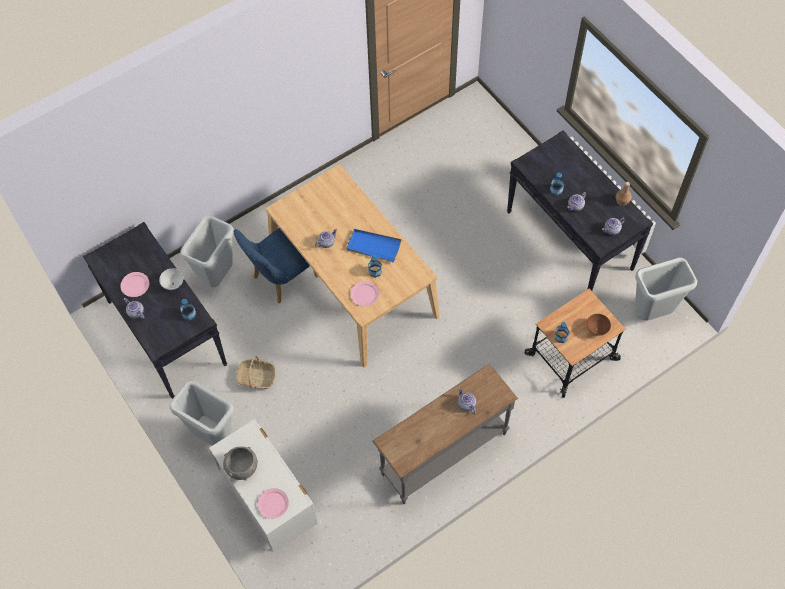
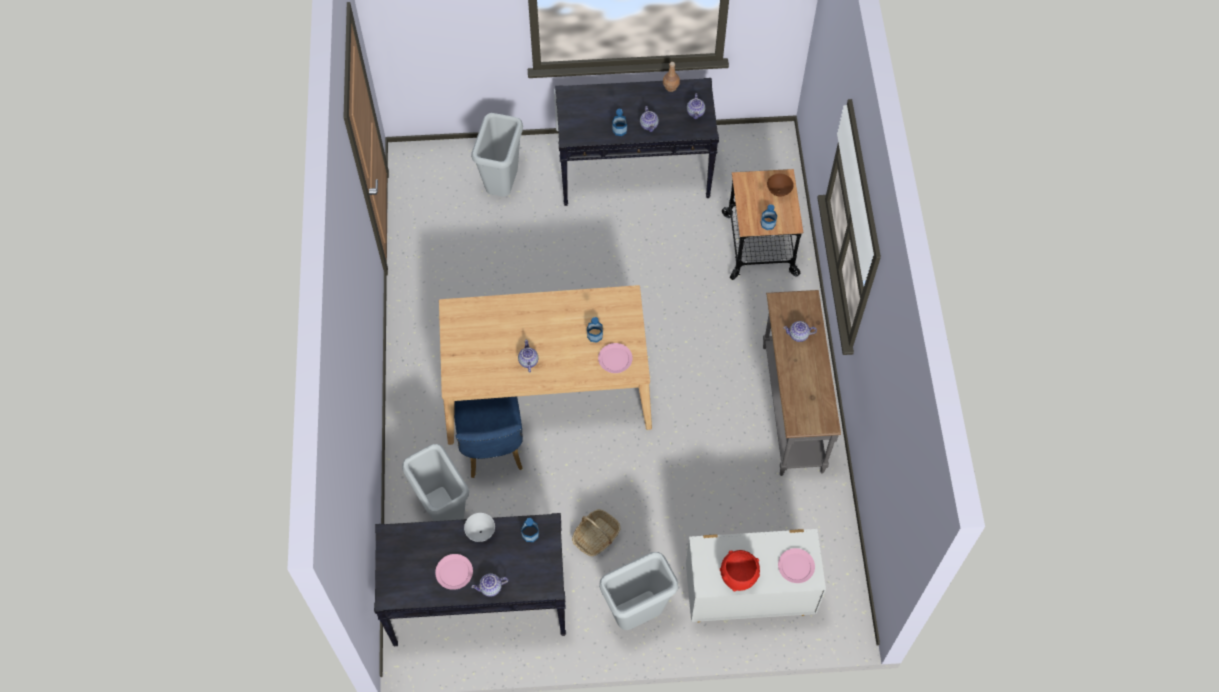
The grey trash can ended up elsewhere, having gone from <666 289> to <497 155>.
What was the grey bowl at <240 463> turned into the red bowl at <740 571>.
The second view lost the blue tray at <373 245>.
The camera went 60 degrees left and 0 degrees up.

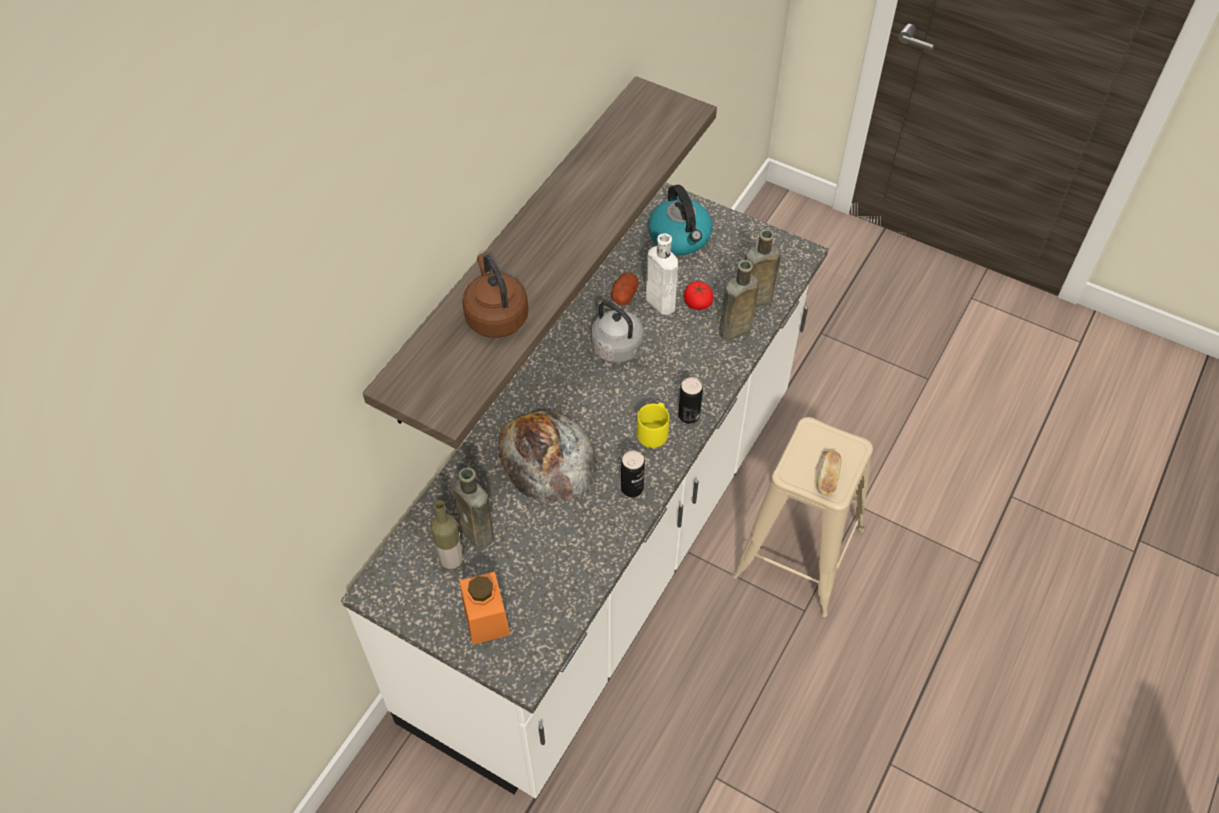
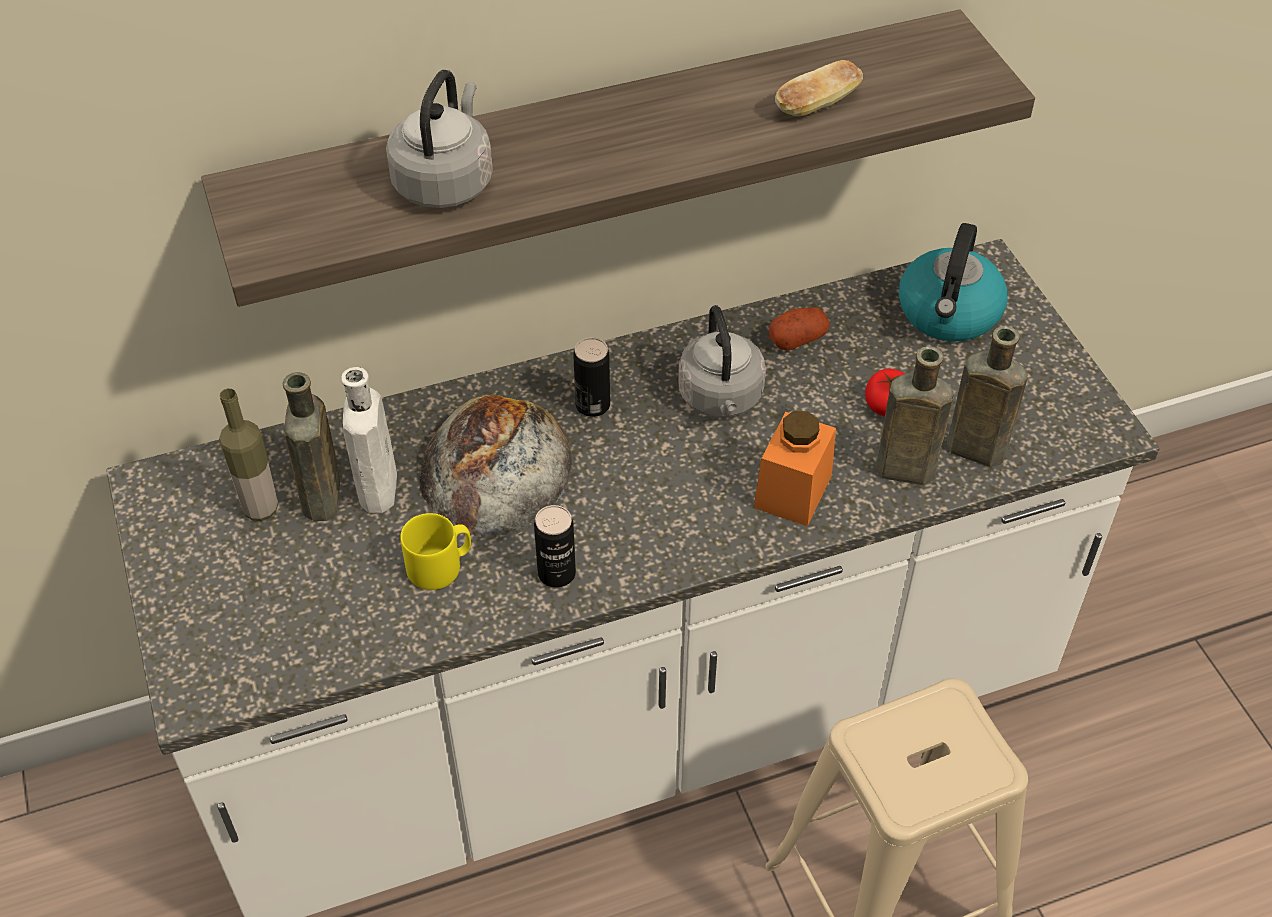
The white bottle ended up elsewhere, having gone from <662 274> to <369 440>.
What was the brown kettle at <495 296> turned into the grey kettle at <439 139>.
The yellow mug ended up elsewhere, having gone from <653 425> to <435 551>.
The can ended up elsewhere, having gone from <690 400> to <591 377>.
The orange jar ended up elsewhere, having gone from <484 608> to <795 469>.
The bread ended up elsewhere, having gone from <829 473> to <819 88>.
The camera went 40 degrees right and 5 degrees down.

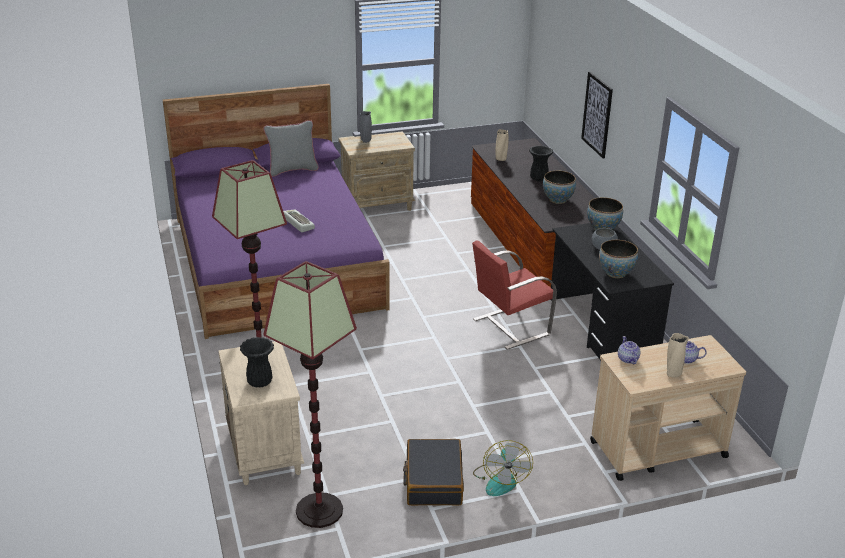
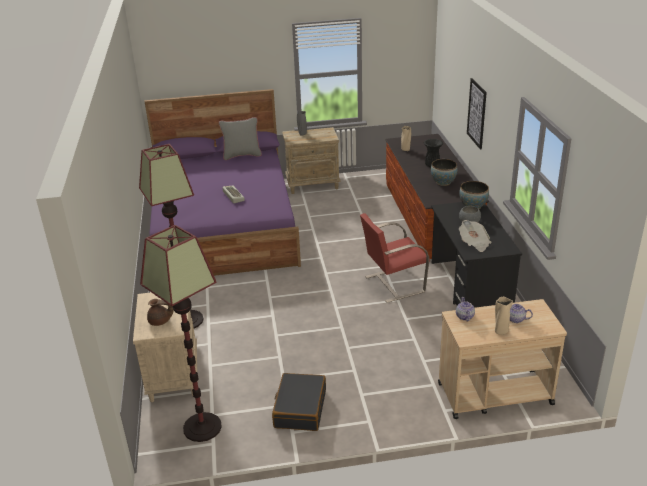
Where the black vase stood at <257 362>, the brown teapot came to stand at <160 312>.
Where the bowl stood at <618 259>, the newspaper came to stand at <475 236>.
The second view lost the fan at <503 468>.
The camera went 10 degrees right and 0 degrees up.

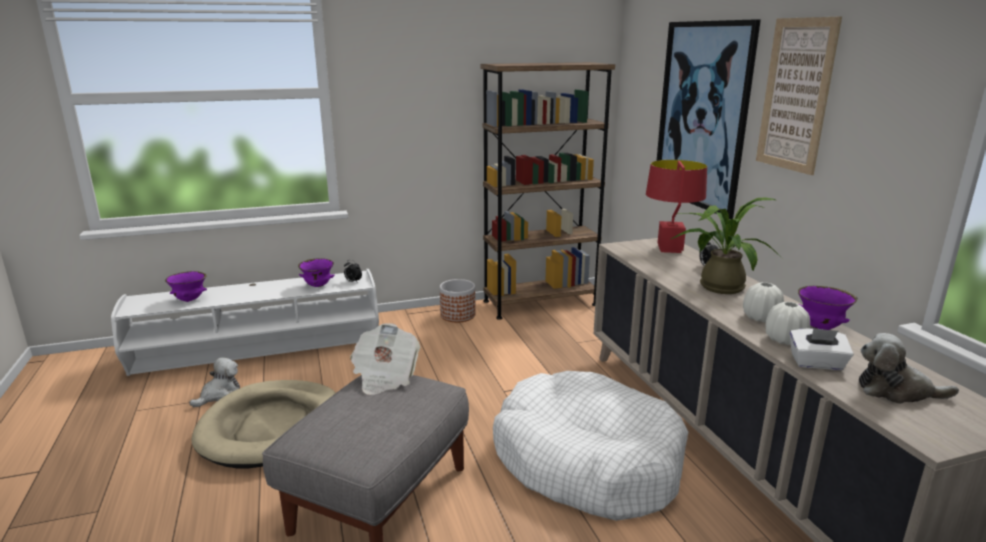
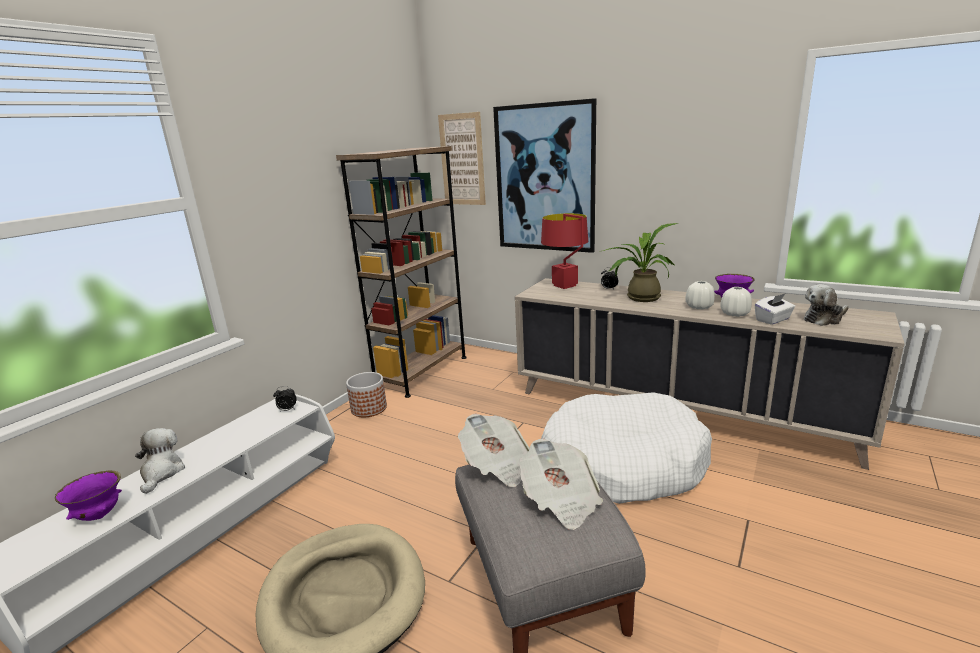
The plush toy ended up elsewhere, having gone from <215 382> to <160 461>.
The picture ended up elsewhere, having gone from <799 95> to <462 158>.
The second view gained the newspaper at <561 484>.
The second view lost the purple bowl at <316 272>.
The camera went 40 degrees left and 0 degrees up.

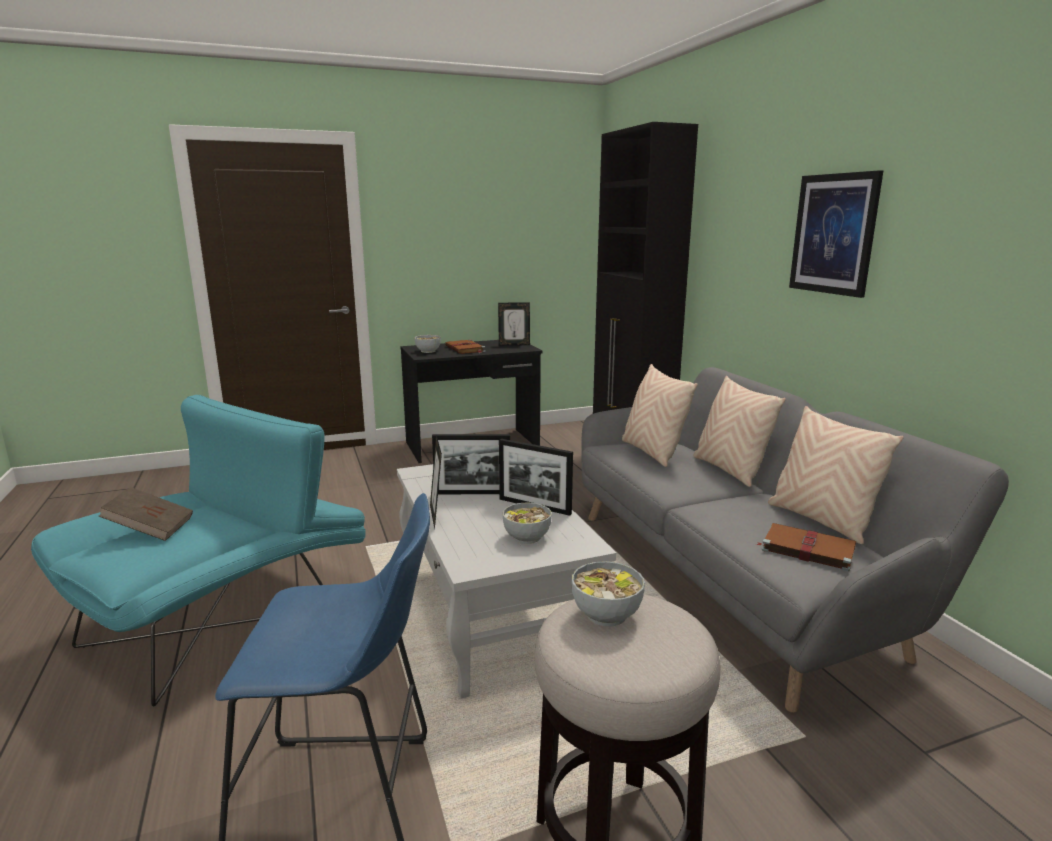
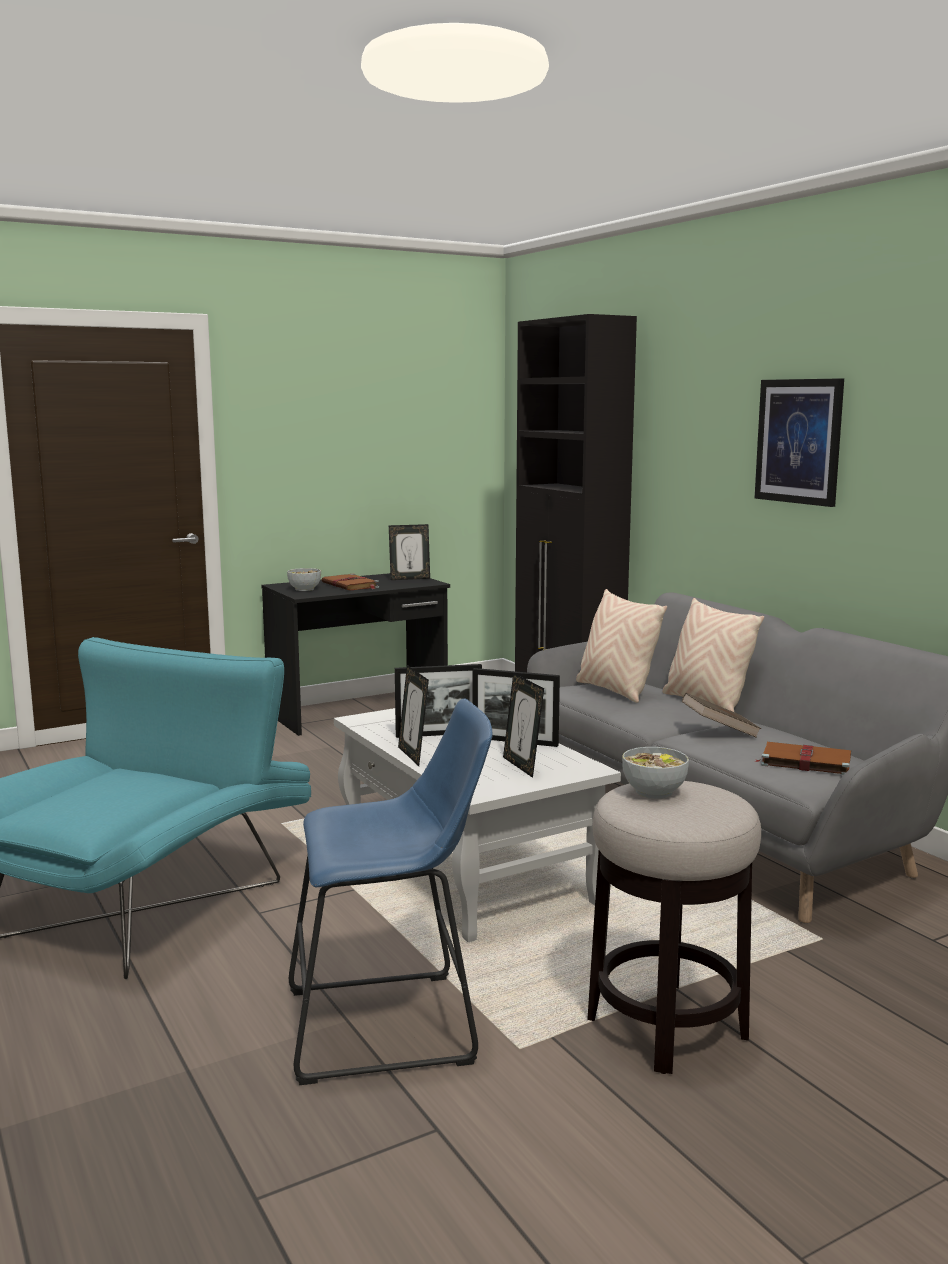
Where the bowl stood at <527 523>, the picture frame came to stand at <523 725>.
The brown book ended up elsewhere, having gone from <146 514> to <721 715>.
The second view lost the beige pillow at <836 475>.
The camera went 10 degrees left and 5 degrees down.

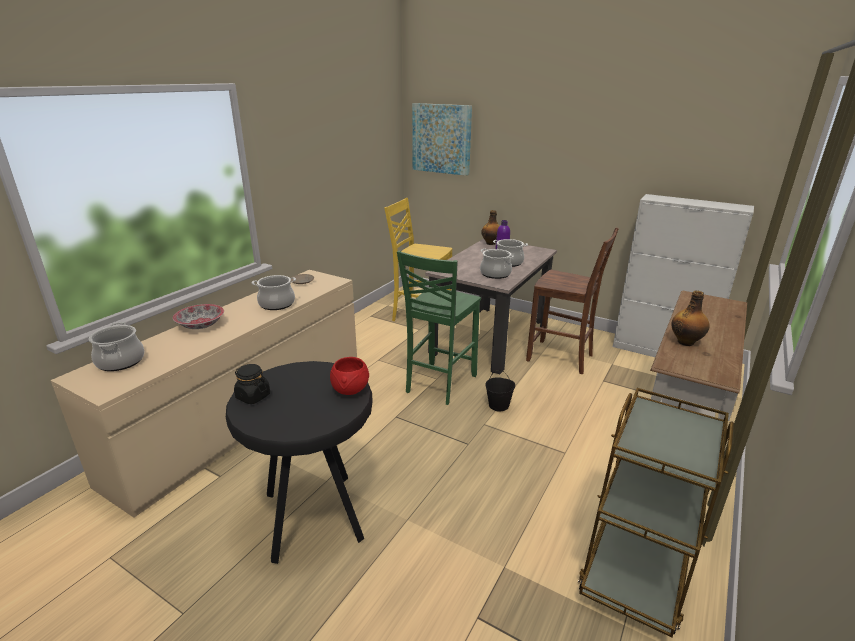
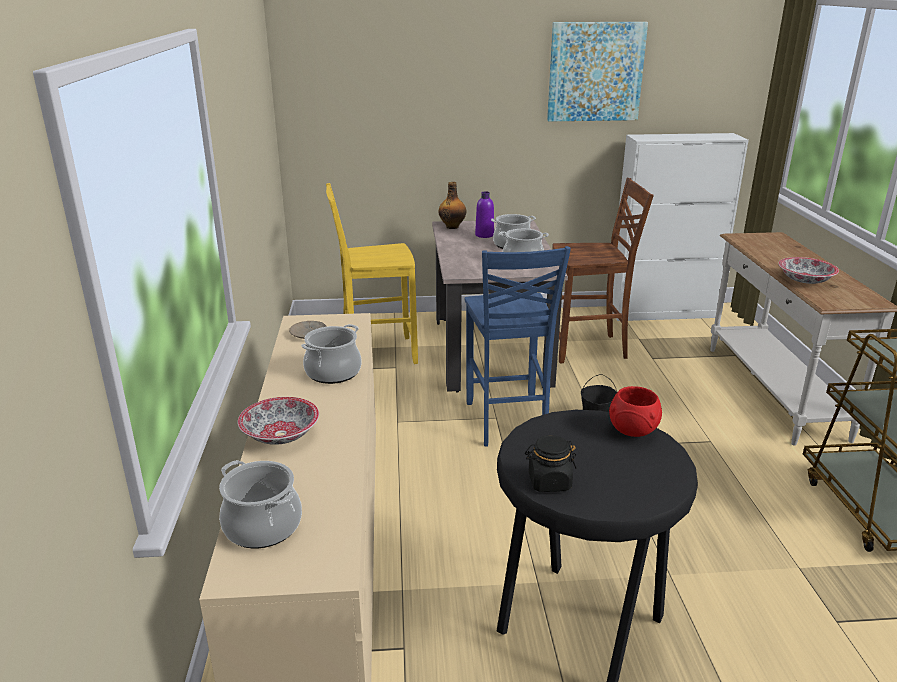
What was the green chair at <439 328> turned into the blue chair at <518 346>.
The picture ended up elsewhere, having gone from <442 139> to <597 71>.
Where the bottle stood at <690 318>, the bowl came to stand at <808 270>.
The camera went 35 degrees left and 0 degrees up.

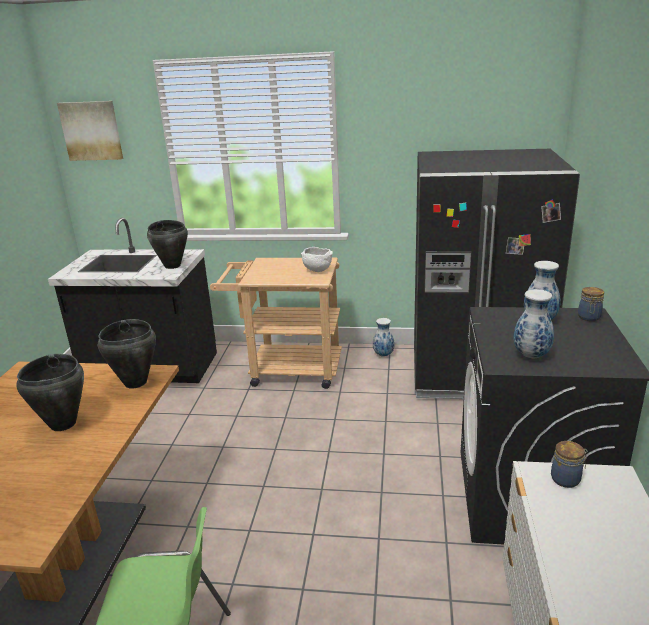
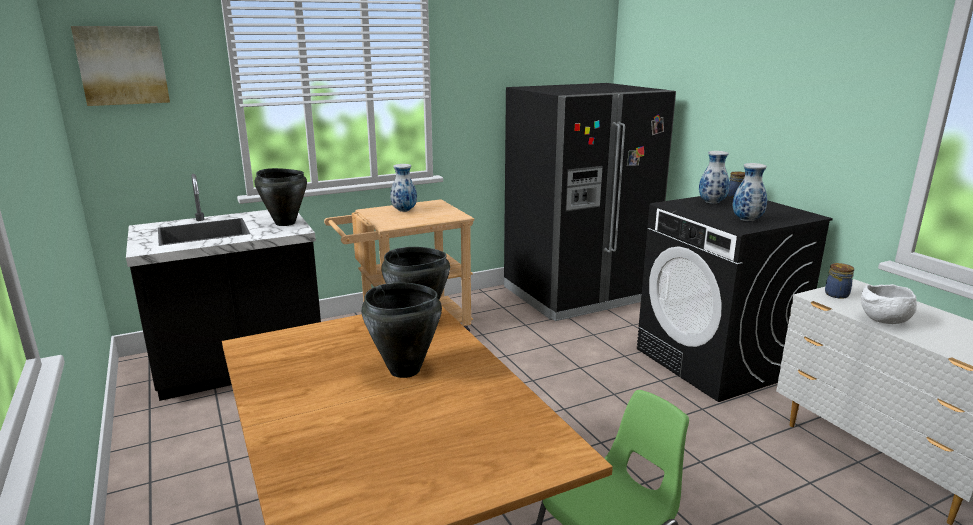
The vase ended up elsewhere, having gone from <384 337> to <403 188>.
The white bowl ended up elsewhere, having gone from <317 259> to <889 304>.
The camera went 35 degrees left and 5 degrees down.

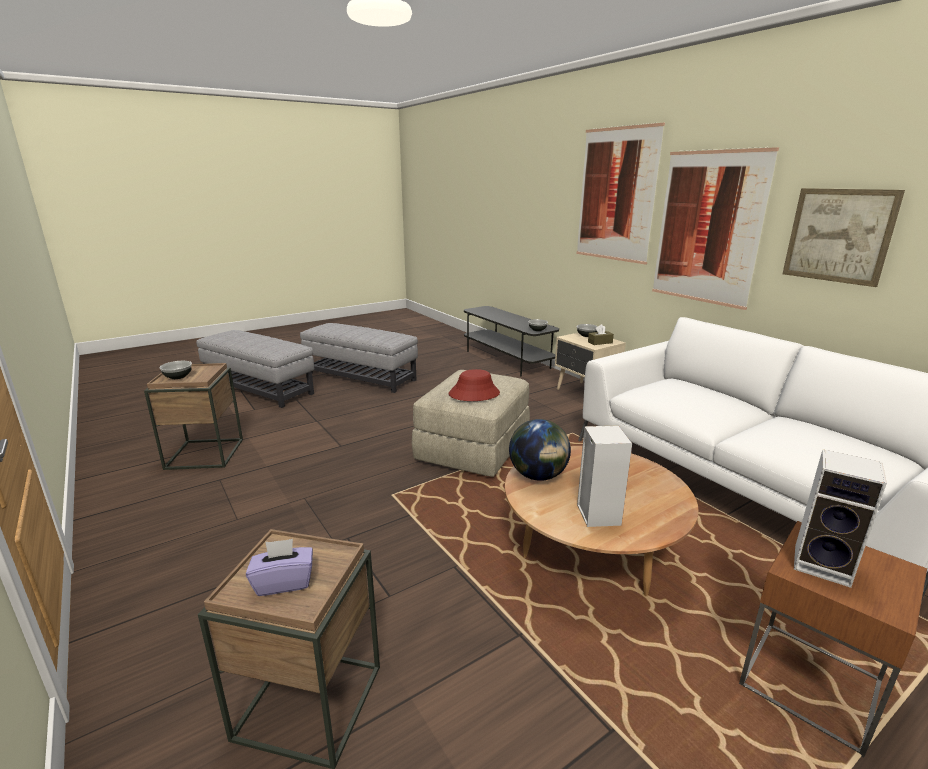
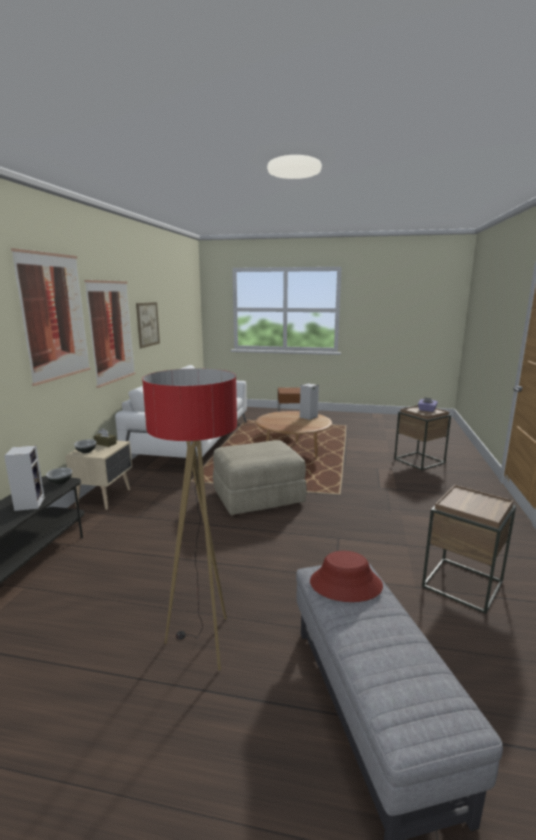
The speaker ended up elsewhere, having gone from <840 518> to <24 478>.
Where the grey ottoman stood at <359 358>, the floor lamp came to stand at <189 519>.
The red hat ended up elsewhere, having gone from <474 385> to <346 576>.
The second view lost the bowl at <175 370>.
The second view lost the globe at <540 450>.
The camera went 135 degrees left and 5 degrees down.

